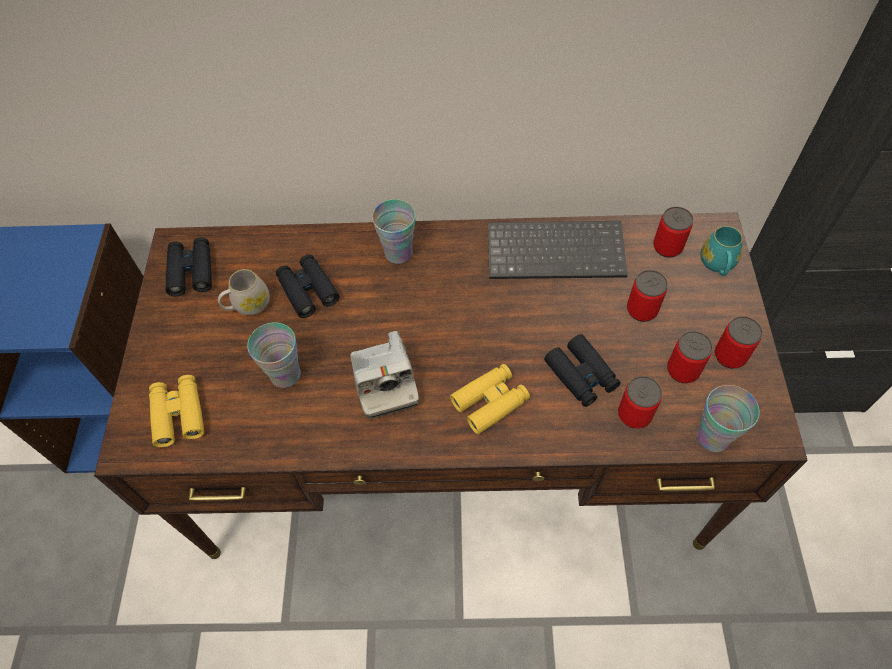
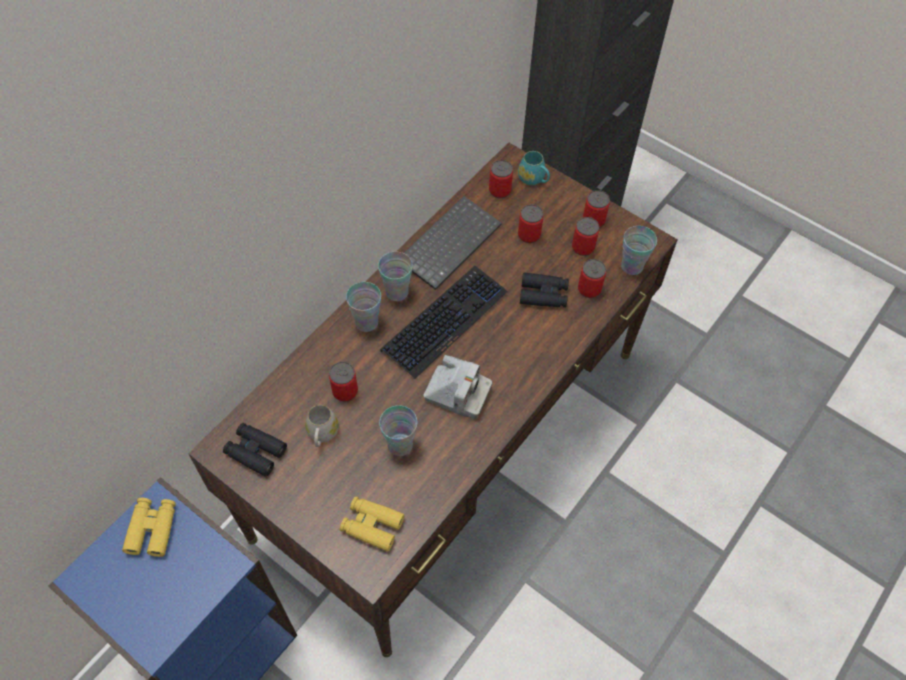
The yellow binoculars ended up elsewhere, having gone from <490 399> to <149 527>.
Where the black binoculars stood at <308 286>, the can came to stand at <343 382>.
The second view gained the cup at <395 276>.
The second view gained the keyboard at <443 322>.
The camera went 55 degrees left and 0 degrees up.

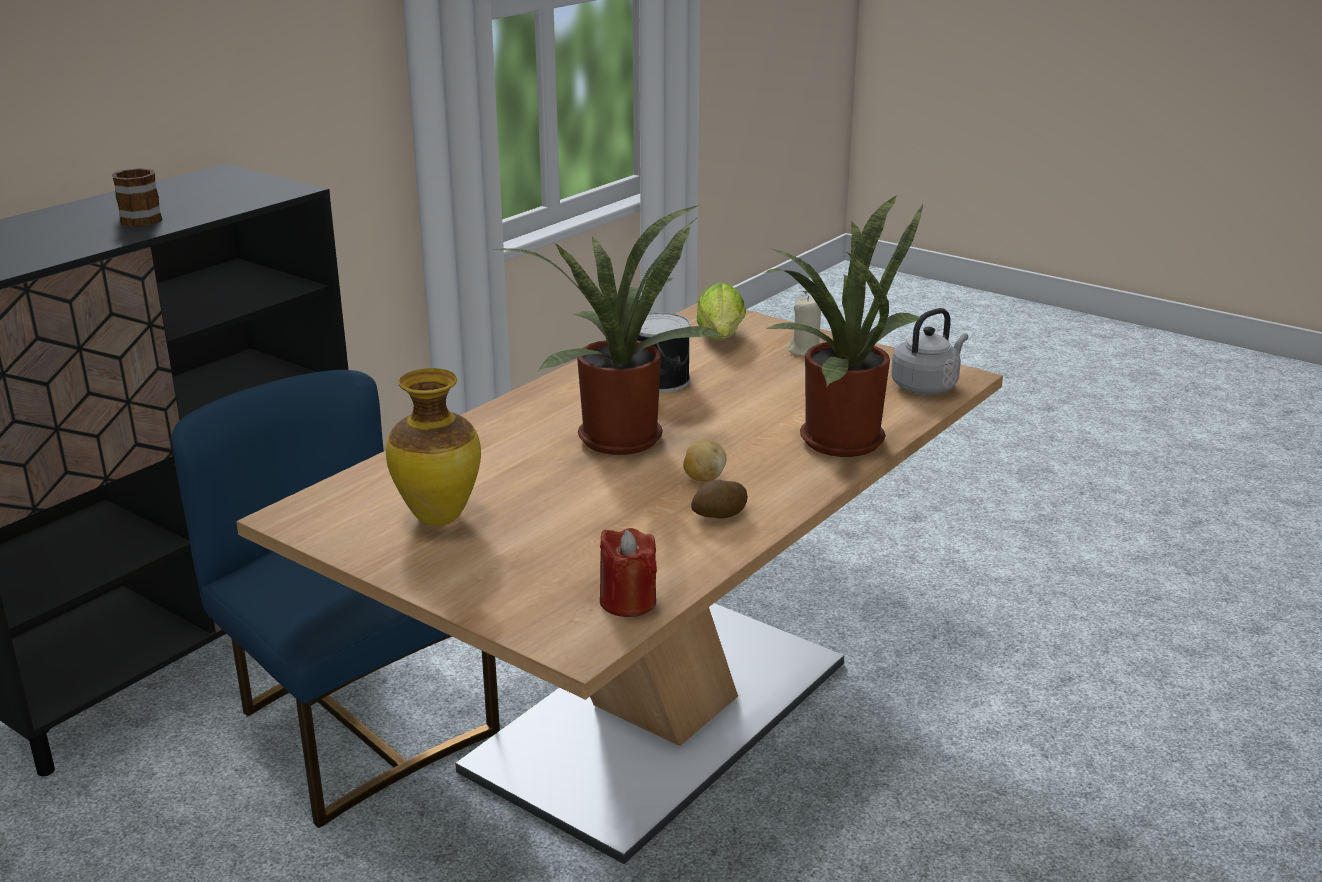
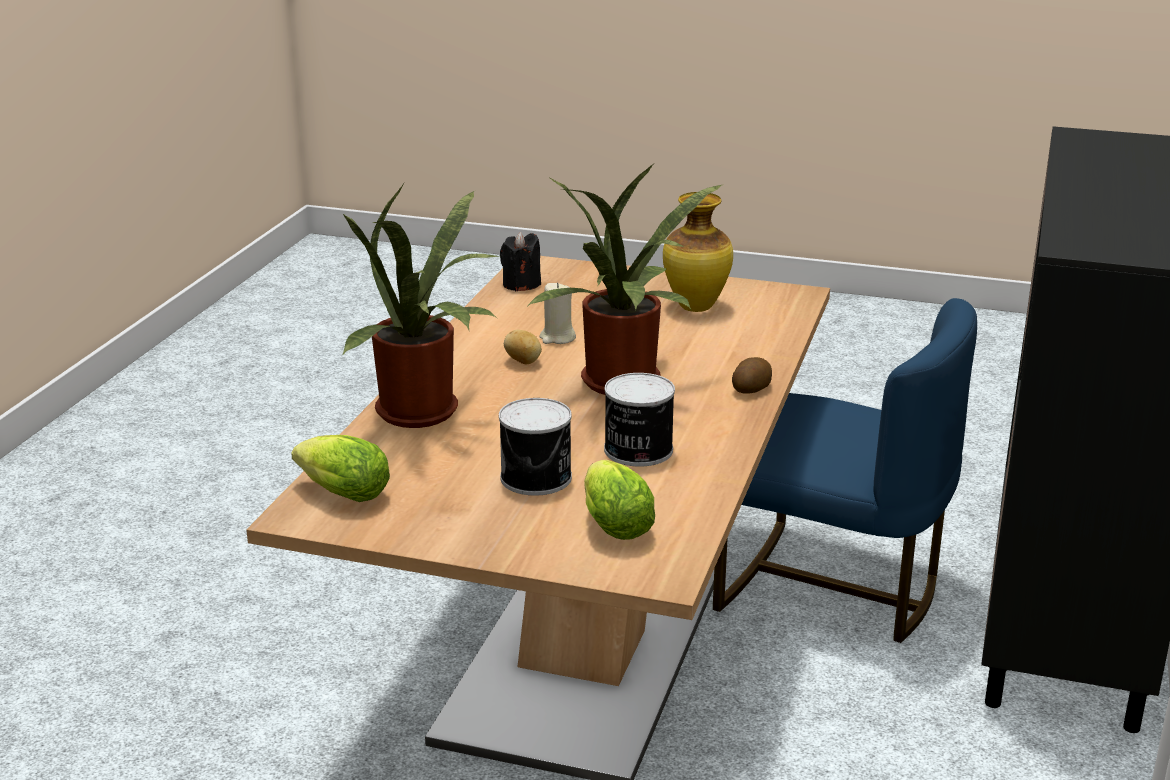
Where the grey kettle stood at <929 351>, the lettuce came to stand at <340 468>.
The second view gained the can at <535 447>.
What was the red candle at <628 572> turned into the black candle at <520 261>.
The beige candle ended up elsewhere, having gone from <805 326> to <558 313>.
The potato ended up elsewhere, having gone from <719 499> to <752 375>.
The second view lost the mug at <137 197>.
The camera went 160 degrees right and 0 degrees up.

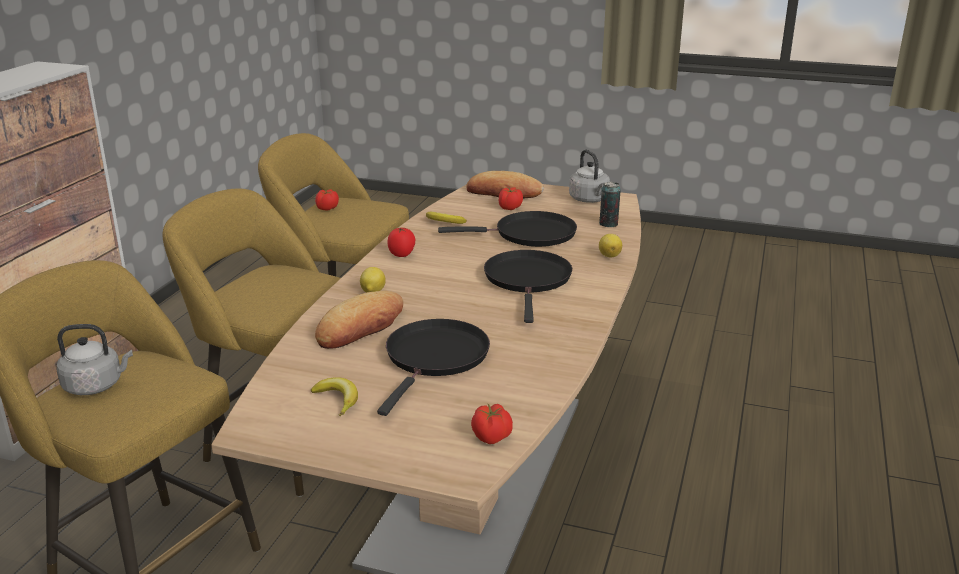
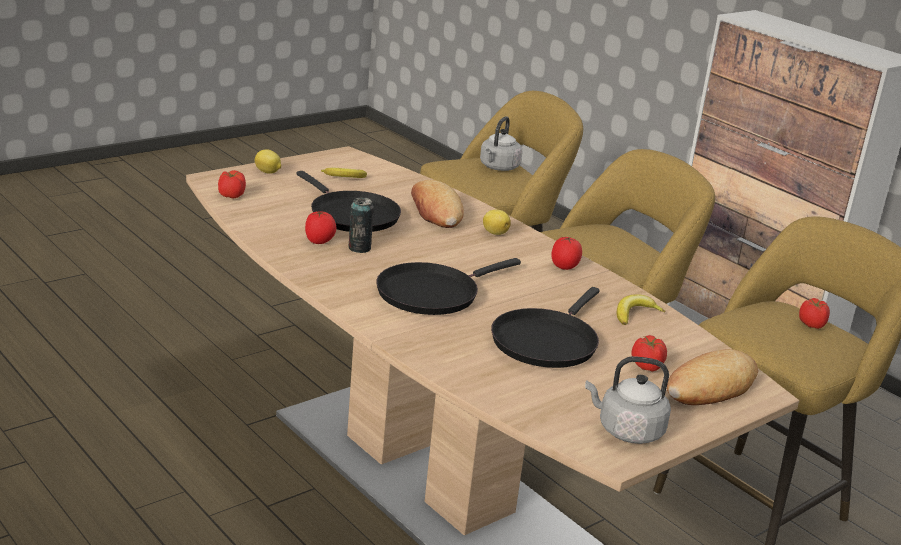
The lemon ended up elsewhere, having gone from <610 245> to <268 161>.
The second view gained the tomato at <320 227>.
The can ended up elsewhere, having gone from <610 204> to <361 225>.
The black frying pan at <528 286> ended up facing another way, 105 degrees clockwise from before.
The camera went 120 degrees right and 0 degrees up.

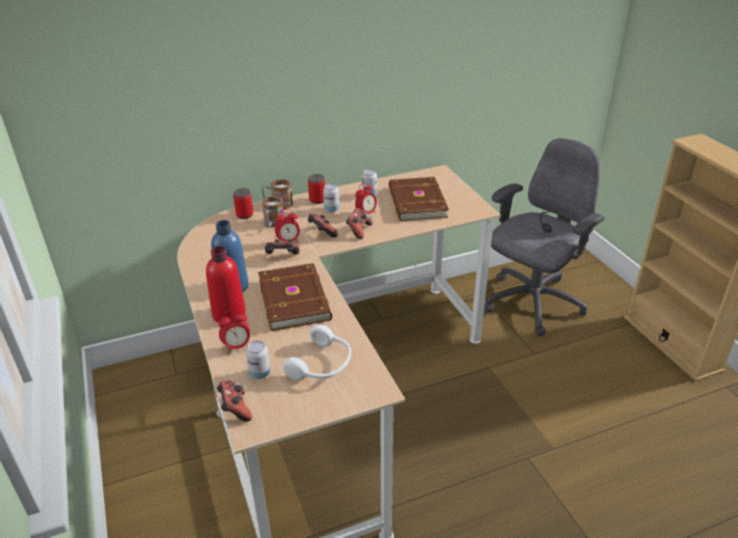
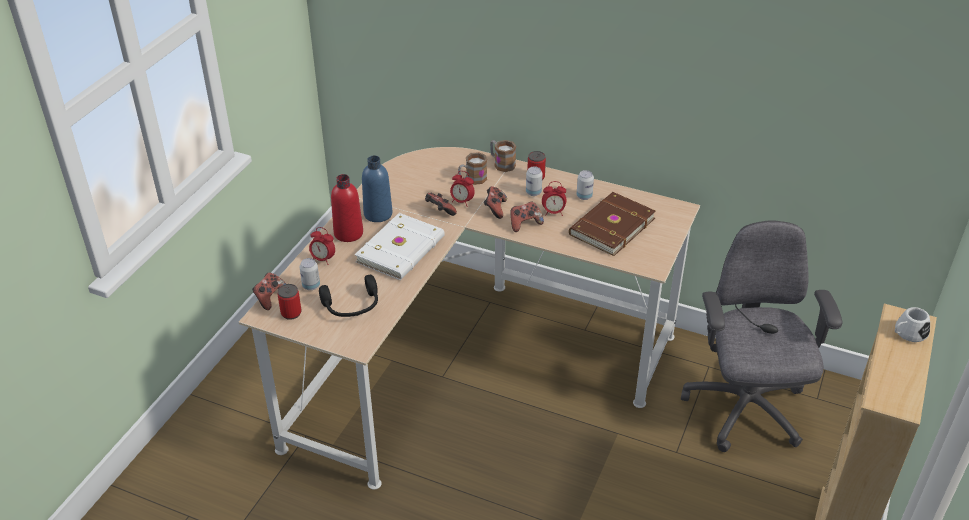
The can ended up elsewhere, having gone from <243 203> to <289 302>.
What was the white headphones at <317 352> turned into the black headphones at <348 296>.
What was the brown book at <295 297> turned into the white book at <400 246>.
The grey office chair at <545 237> ended up facing another way, 90 degrees counterclockwise from before.
The second view gained the white mug at <912 324>.
The camera went 45 degrees right and 5 degrees up.

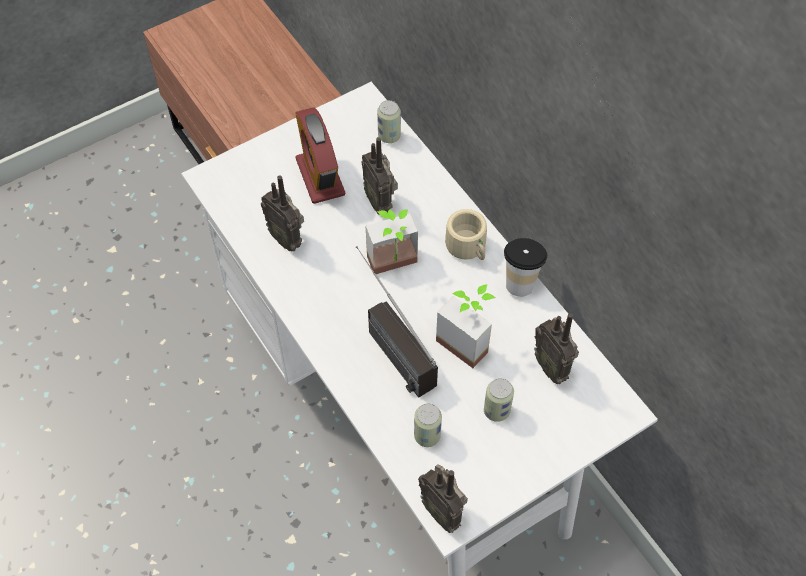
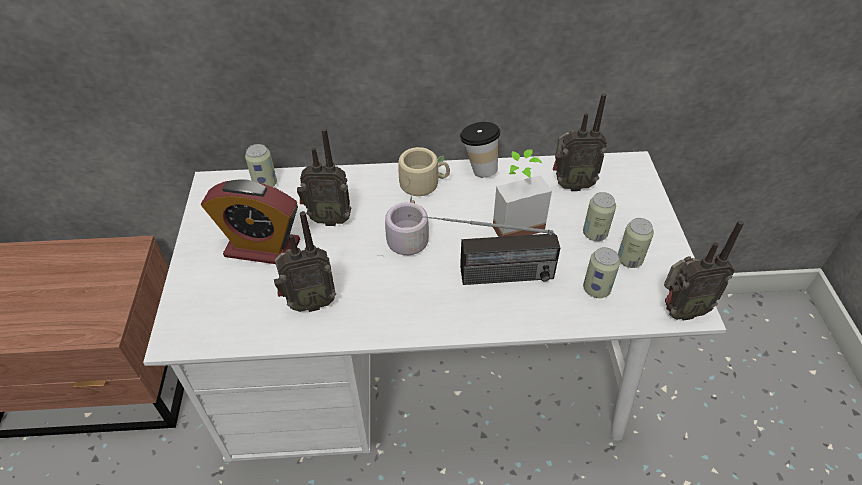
Where the potted plant stood at <392 241>, the grey mug came to stand at <403 225>.
The second view gained the can at <636 243>.
The camera went 60 degrees left and 10 degrees down.

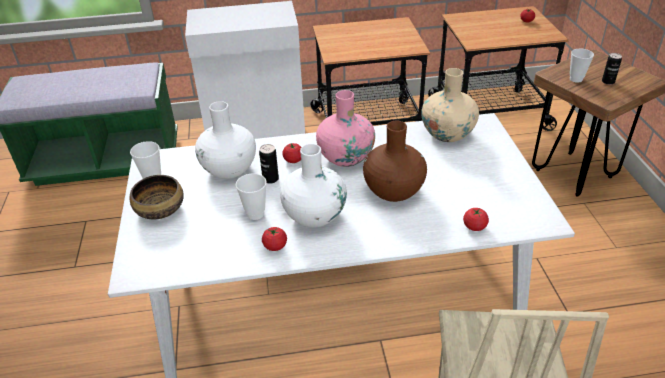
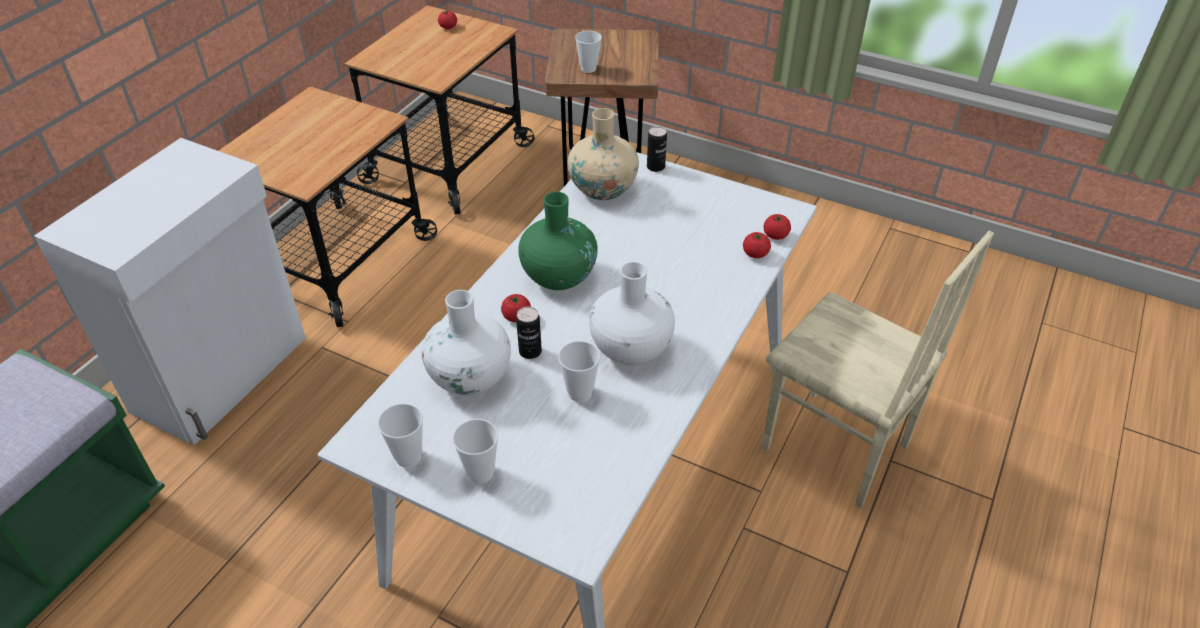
Where the bowl stood at <157 197>, the cup came to stand at <475 451>.
What was the pink vase at <345 128> turned into the green vase at <558 241>.
The can ended up elsewhere, having gone from <612 69> to <657 149>.
The tomato ended up elsewhere, having gone from <274 239> to <777 227>.
The second view lost the brown vase at <395 161>.
The camera went 55 degrees left and 5 degrees up.

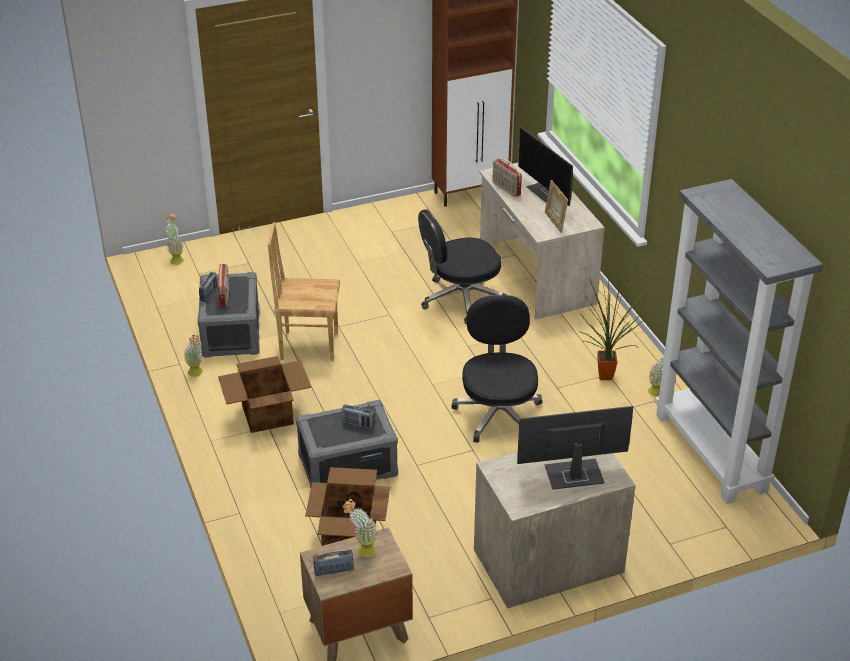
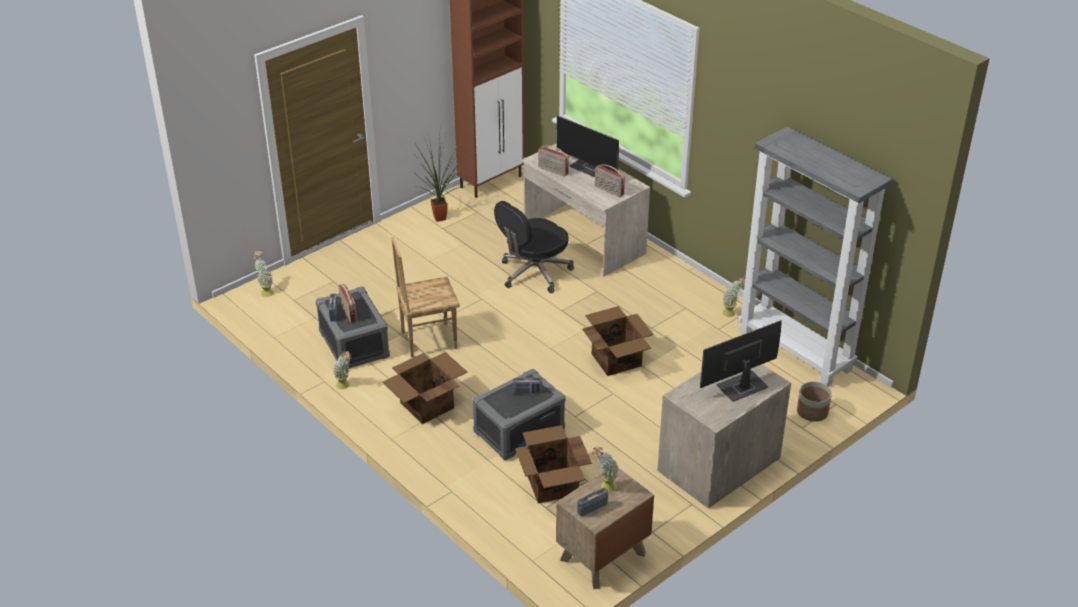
The potted plant ended up elsewhere, having gone from <612 321> to <437 178>.
Where the black office chair stood at <496 369>, the cardboard box came to stand at <618 341>.
Where the picture frame stood at <556 206>, the radio came to stand at <610 181>.
The second view gained the planter at <814 401>.
The camera went 20 degrees left and 0 degrees up.

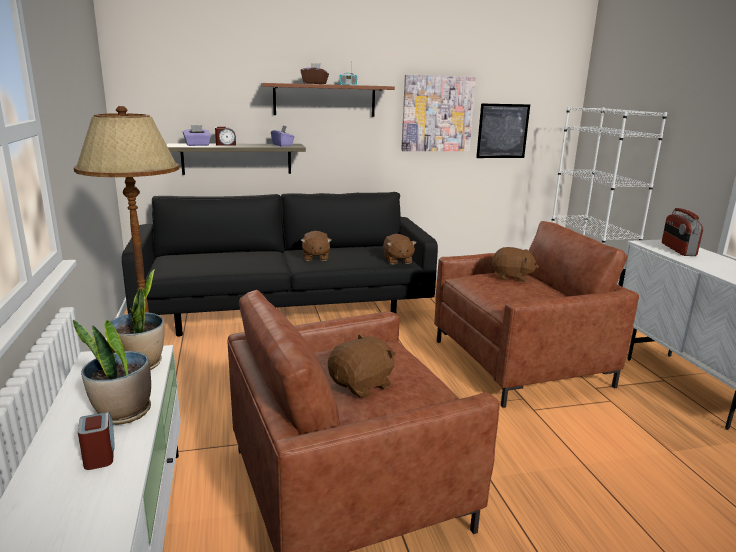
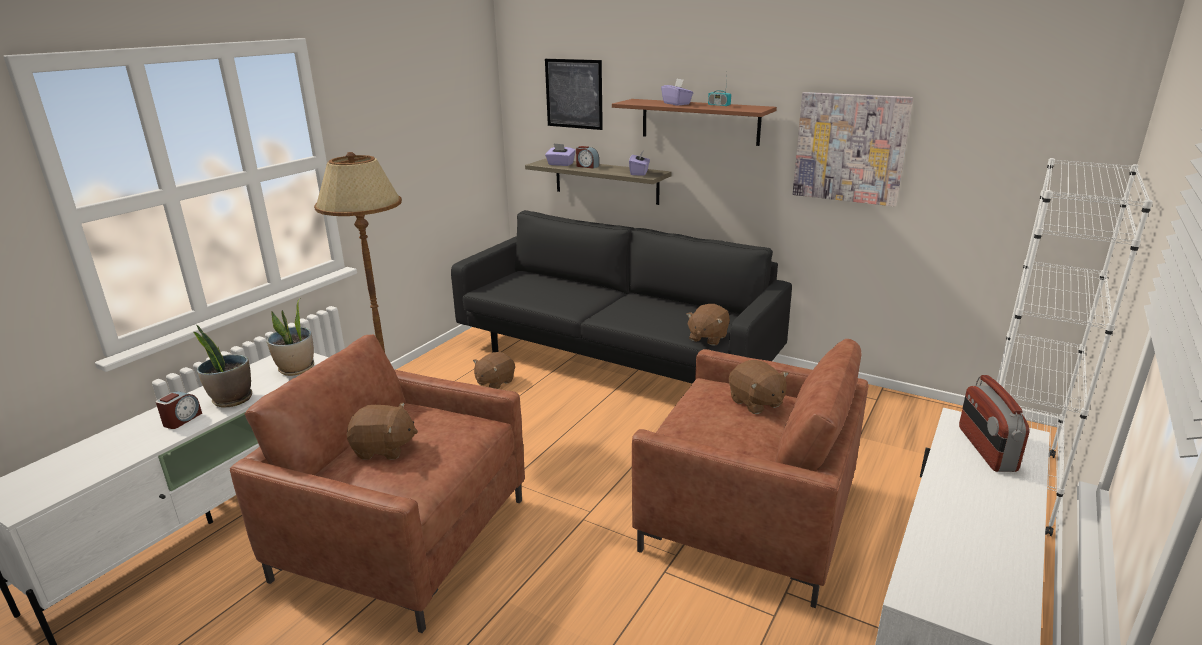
The brown plush toy ended up elsewhere, having gone from <316 246> to <494 370>.
The picture ended up elsewhere, having gone from <503 131> to <574 94>.
What was the brown tissue box at <315 73> turned into the purple tissue box at <677 92>.
The radio at <682 232> ended up facing another way, 45 degrees counterclockwise from before.
The camera went 45 degrees right and 5 degrees up.

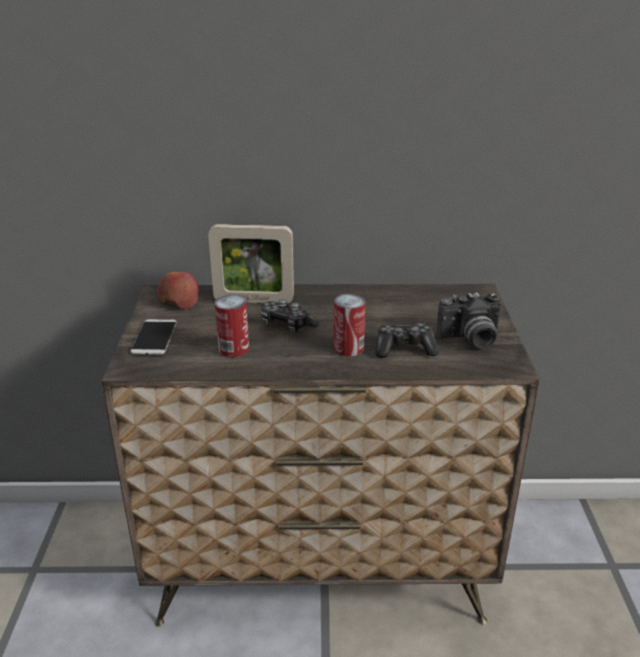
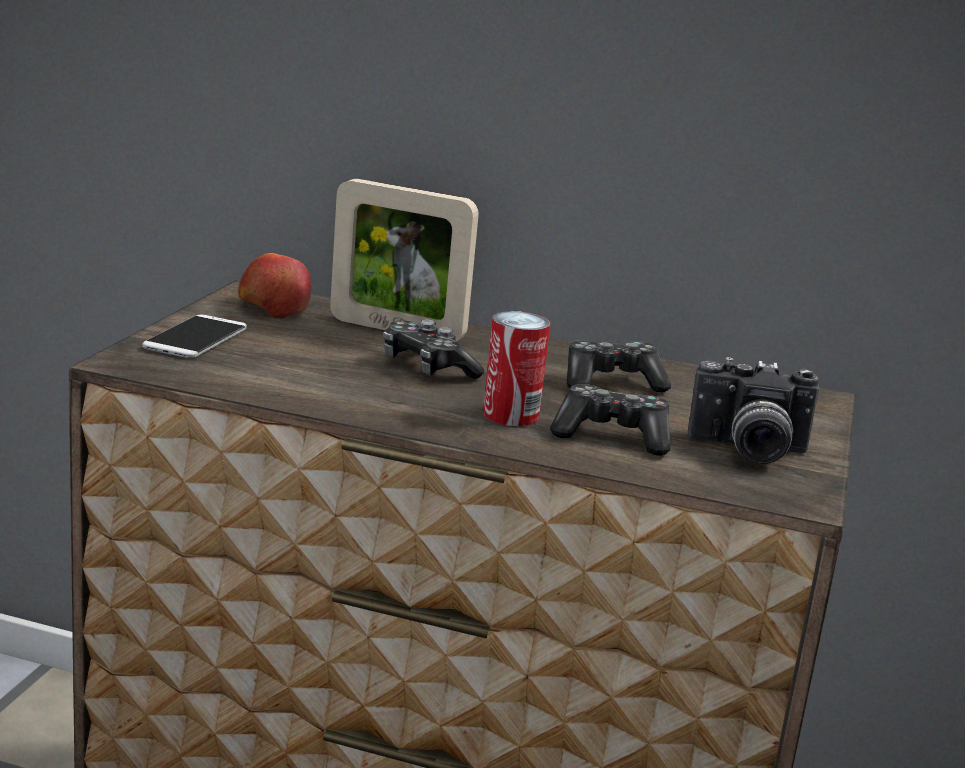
The second view gained the game controller at <619 366>.
The second view lost the can at <232 326>.
The camera went 15 degrees right and 10 degrees down.

